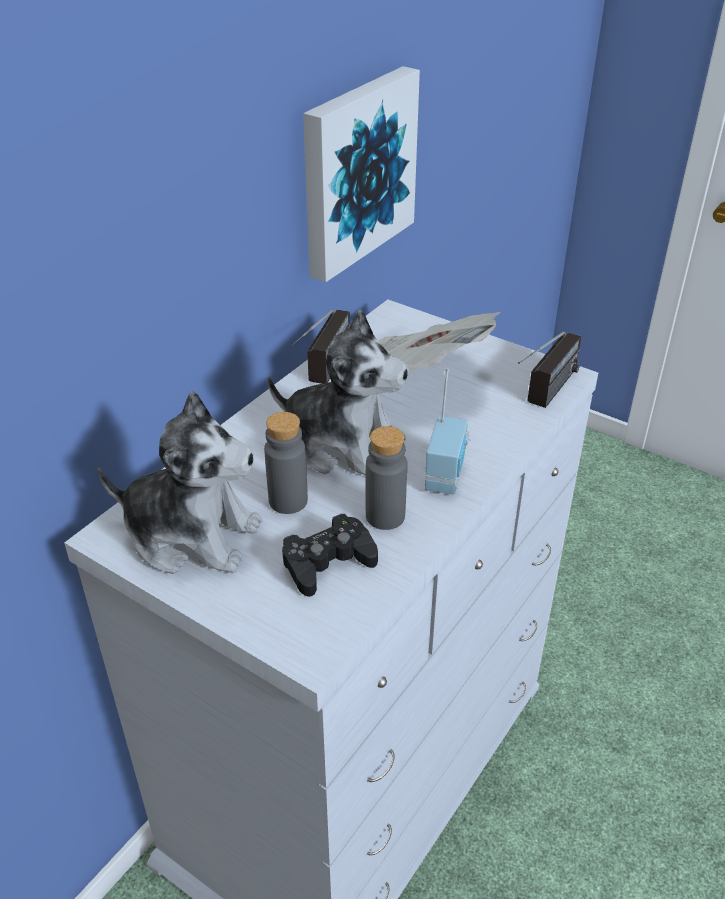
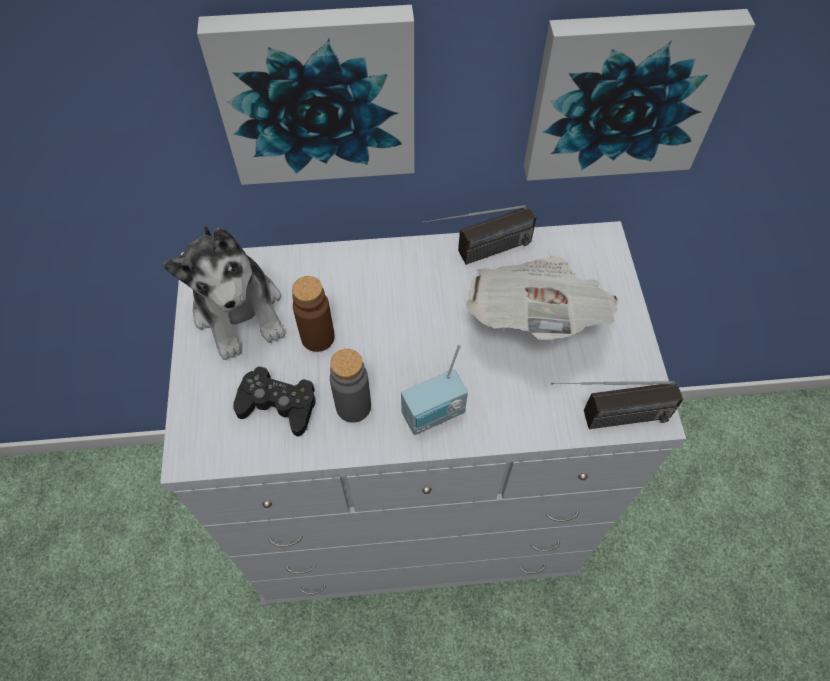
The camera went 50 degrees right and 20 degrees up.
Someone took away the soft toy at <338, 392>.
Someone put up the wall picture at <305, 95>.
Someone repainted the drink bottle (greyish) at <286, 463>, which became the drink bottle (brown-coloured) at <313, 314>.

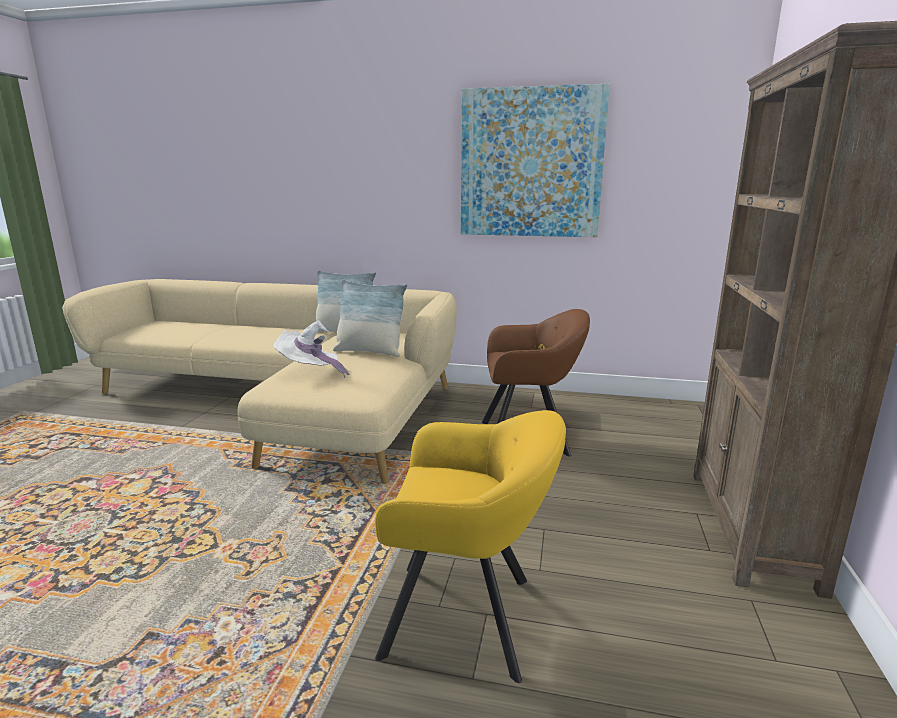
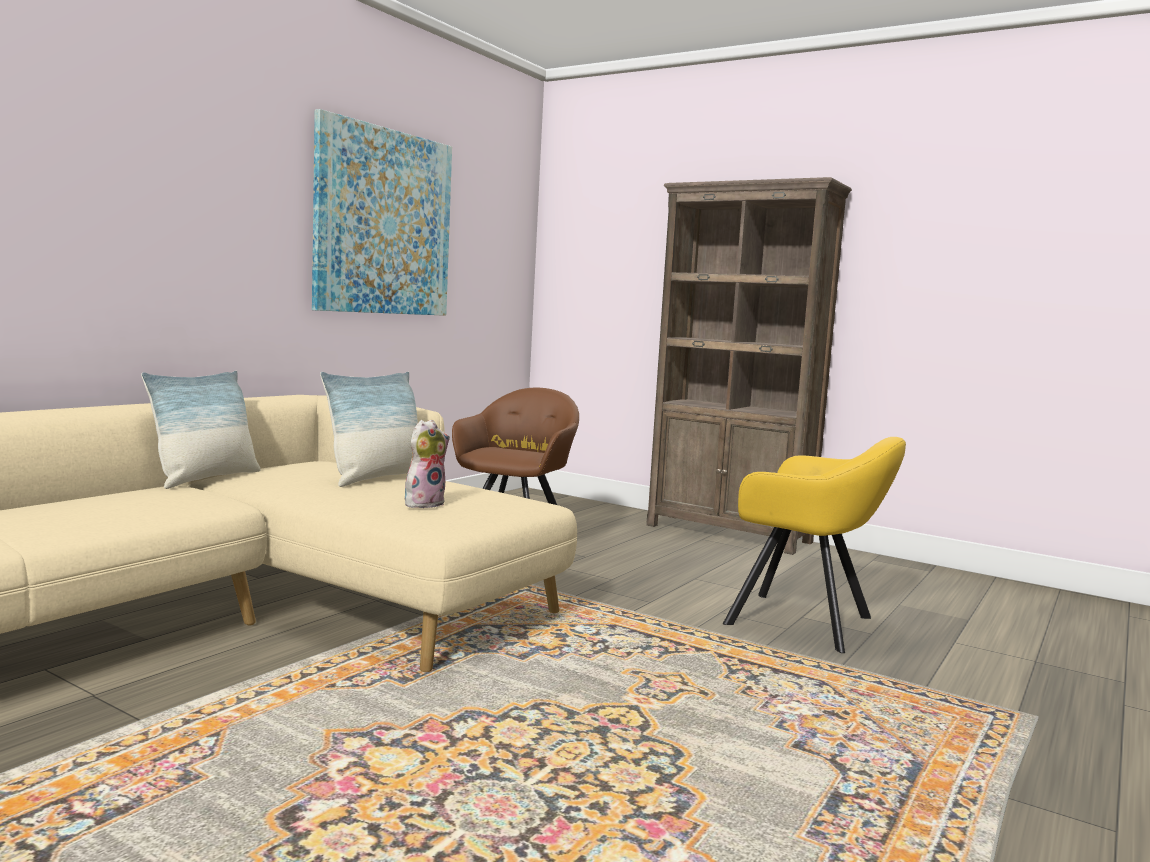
The camera went 70 degrees left and 10 degrees down.
Someone swapped the wearable hat (white) at <311, 349> for the soft toy at <427, 464>.
Someone rotated the lounge chair (yellow-coloured) at <470, 546> by 90 degrees clockwise.

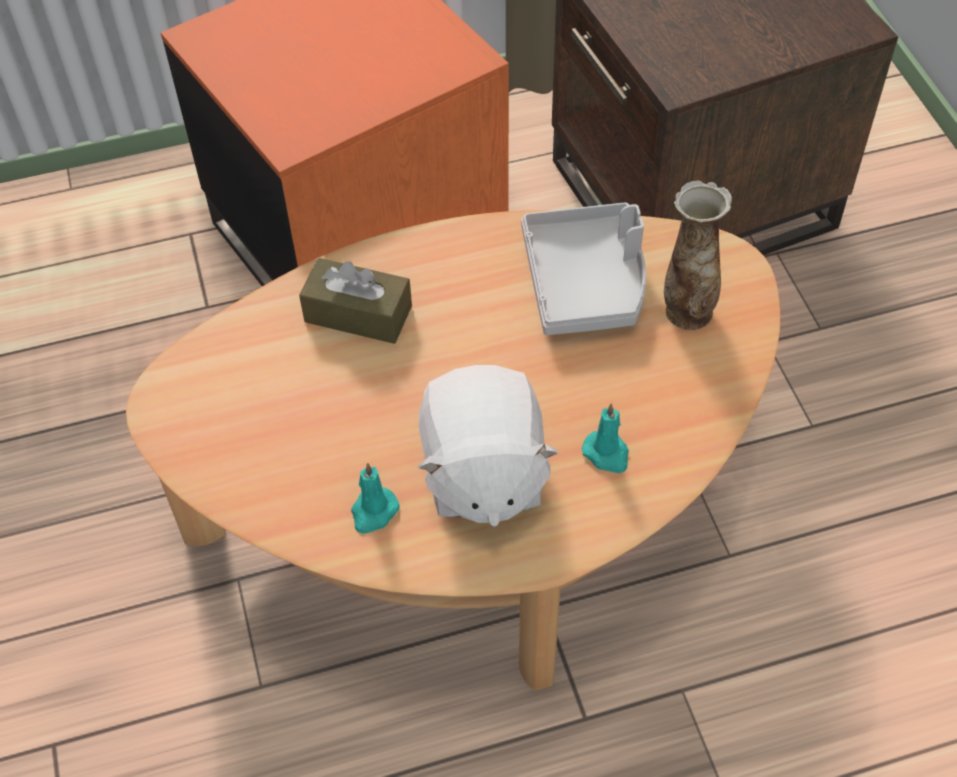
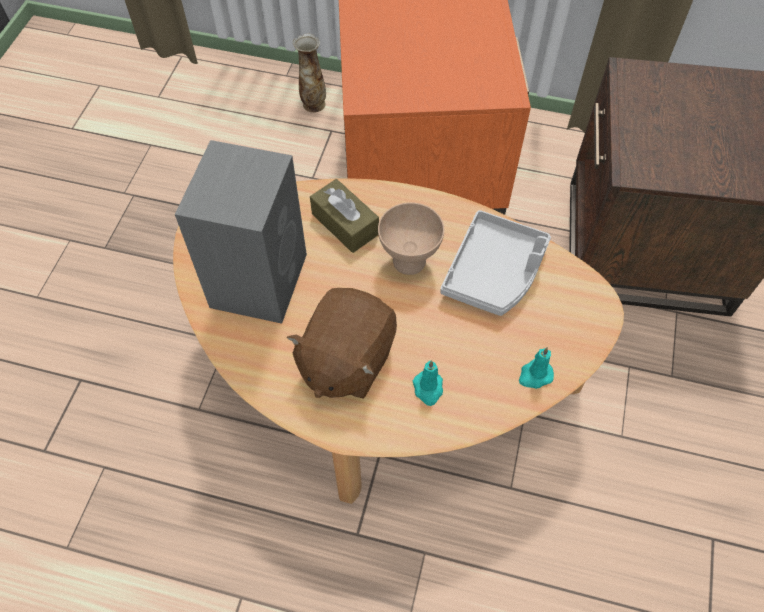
The camera went 30 degrees right and 5 degrees up.
Someone put down the loudspeaker (greyish) at <241, 232>.
Someone put down the serving bowl (sand-coloured) at <411, 238>.
Someone carried the candle (turquoise) from <375, 498> to <536, 368>.
Someone carried the vase from <698, 255> to <309, 73>.
Someone repainted the soft toy (white) at <488, 446>, which became the soft toy (brown-coloured) at <342, 343>.

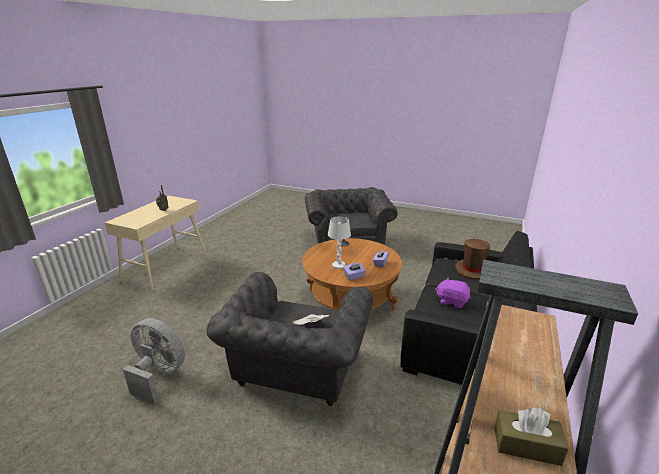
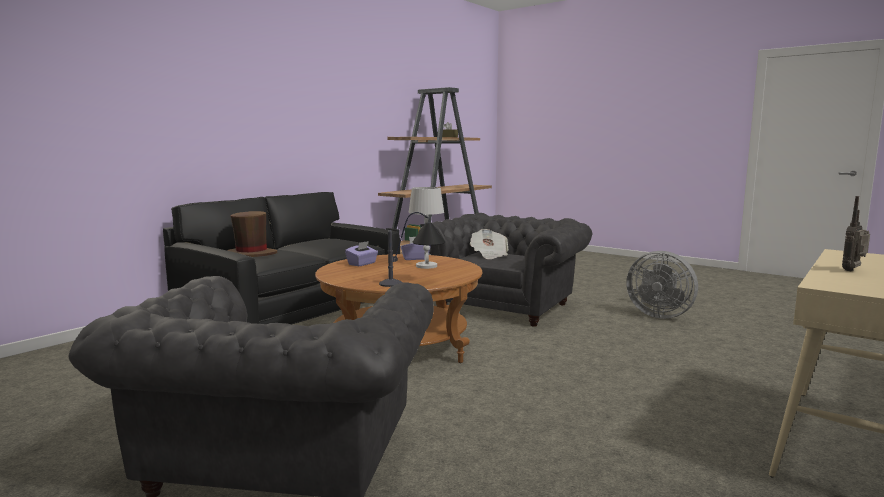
The camera went 165 degrees left and 15 degrees down.
Someone took away the soft toy (purple-coloured) at <453, 293>.

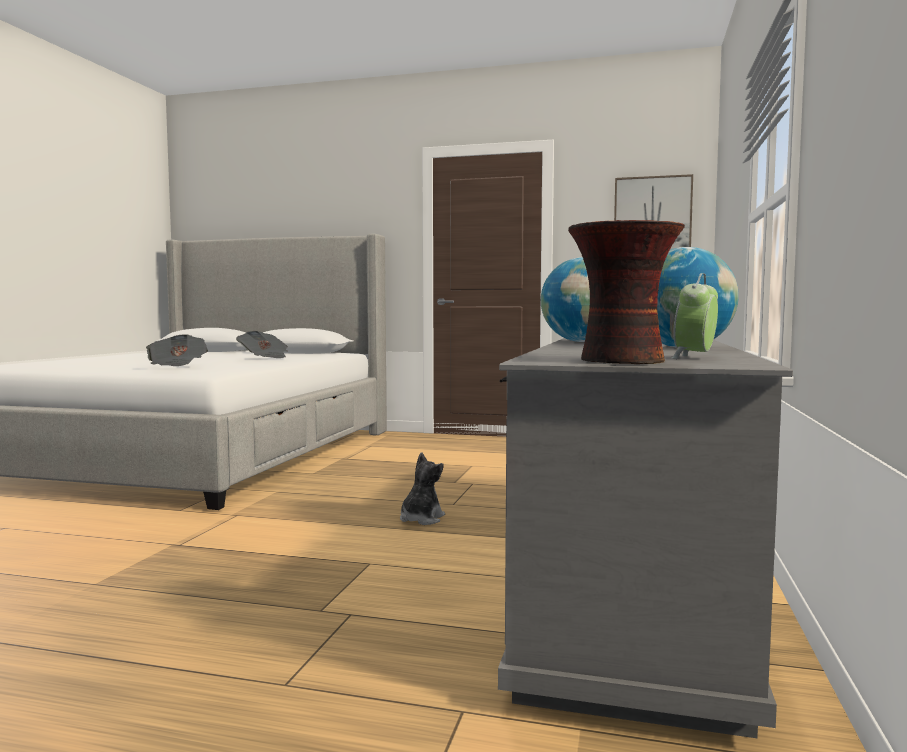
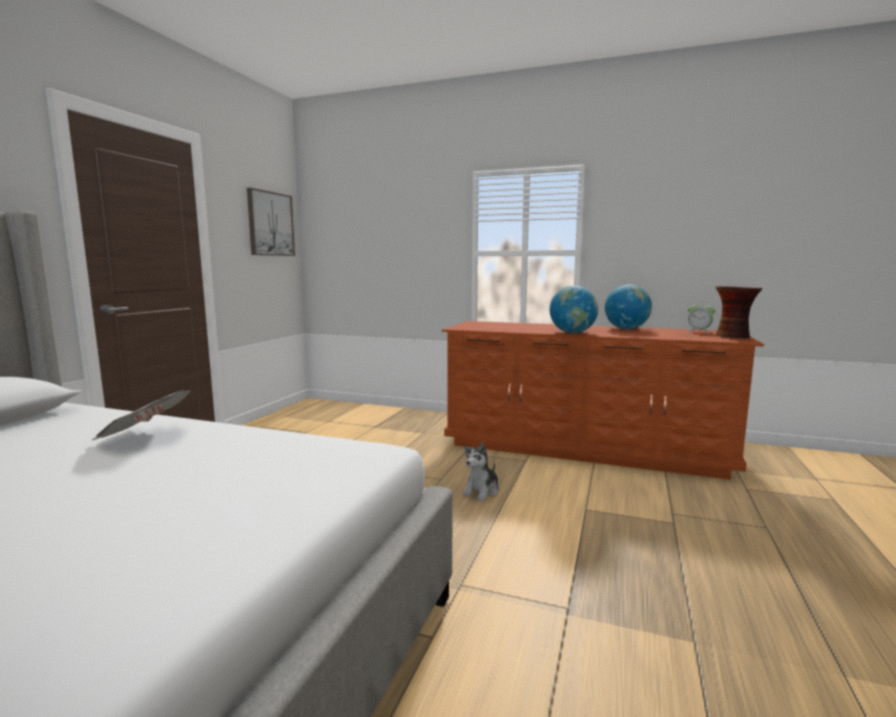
The camera went 85 degrees left and 5 degrees up.
Someone took away the newspaper at <177, 350>.
Someone repainted the dresser (greyish) at <645, 538>, which became the dresser (brown-coloured) at <602, 400>.
Someone rotated the soft toy at <422, 488> by 90 degrees counterclockwise.

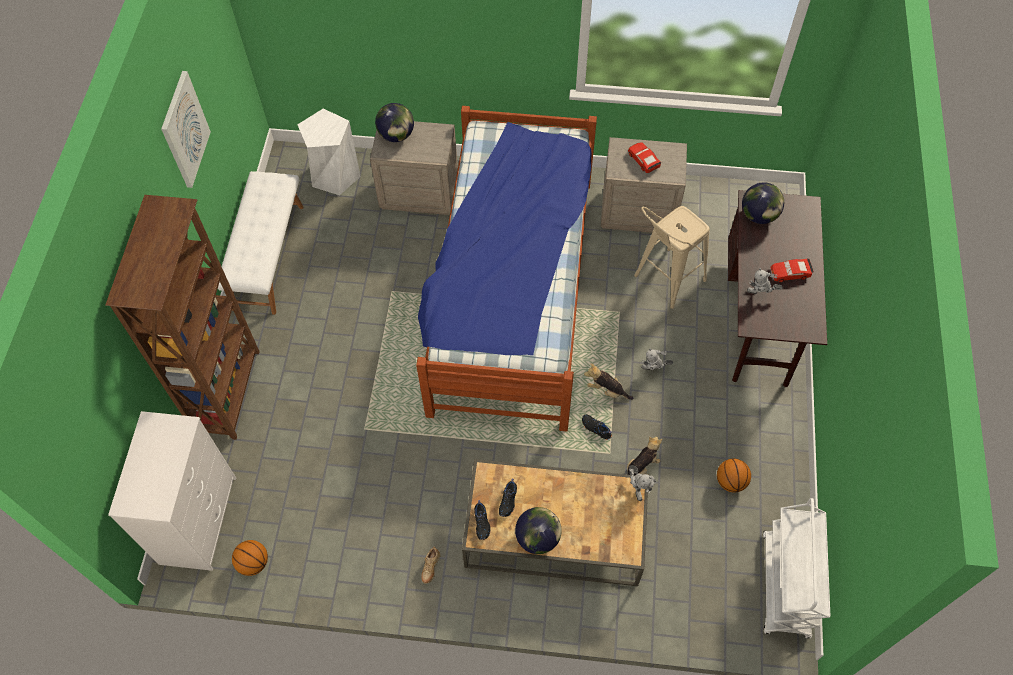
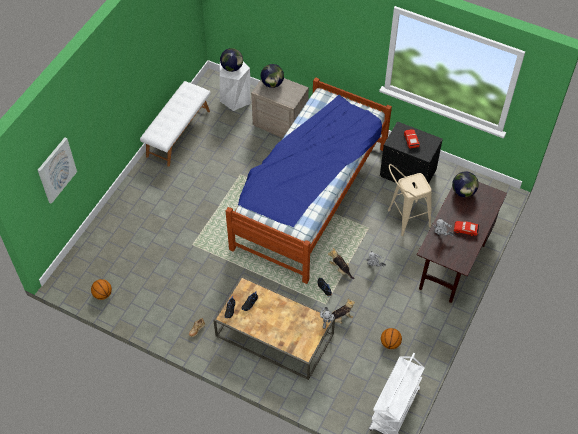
The camera went 20 degrees right and 5 degrees down.
Someone took away the bookshelf (brown-coloured) at <182, 317>.
Someone took away the dresser (white) at <172, 491>.
Someone carried the wall picture from <186, 129> to <57, 171>.
Someone carried the desk globe from <538, 530> to <231, 60>.
Someone repainted the night table (sand-coloured) at <644, 185>, which became the night table (blackish) at <411, 154>.

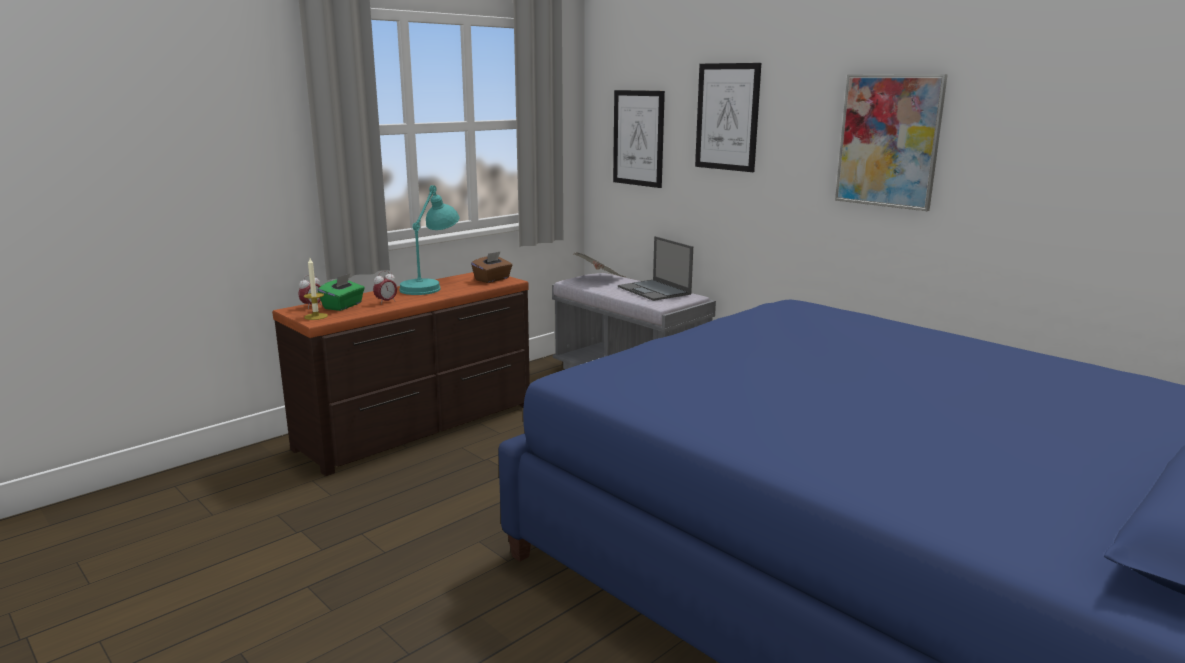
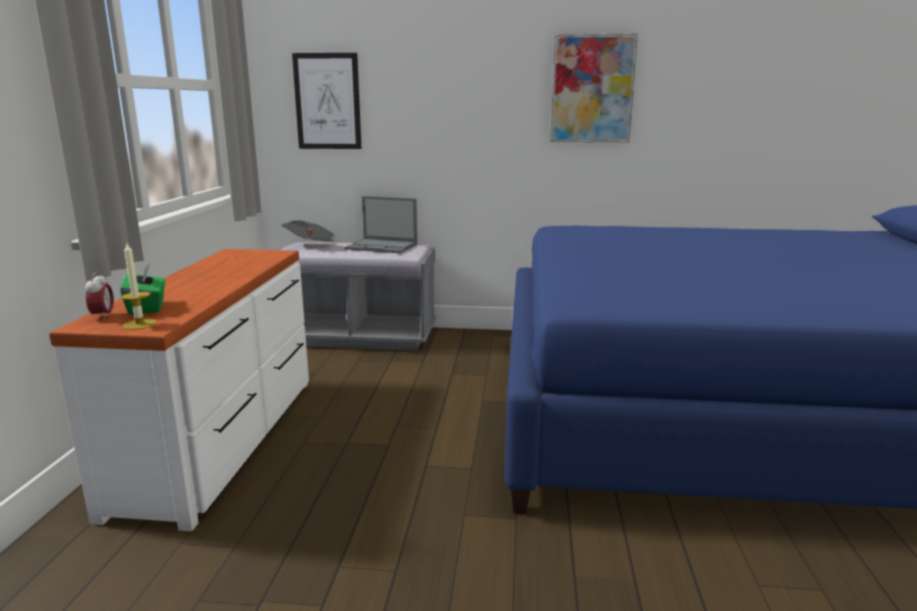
The camera went 40 degrees left and 0 degrees up.
Someone took away the bedside clock at <385, 287>.
Someone took away the lamp for a table (turquoise) at <429, 240>.
Someone took away the tissue box (brown-coloured) at <491, 267>.
Someone took away the wall picture at <728, 117>.
Someone repainted the dresser (brown-coloured) at <401, 374>, which became the dresser (white) at <179, 390>.

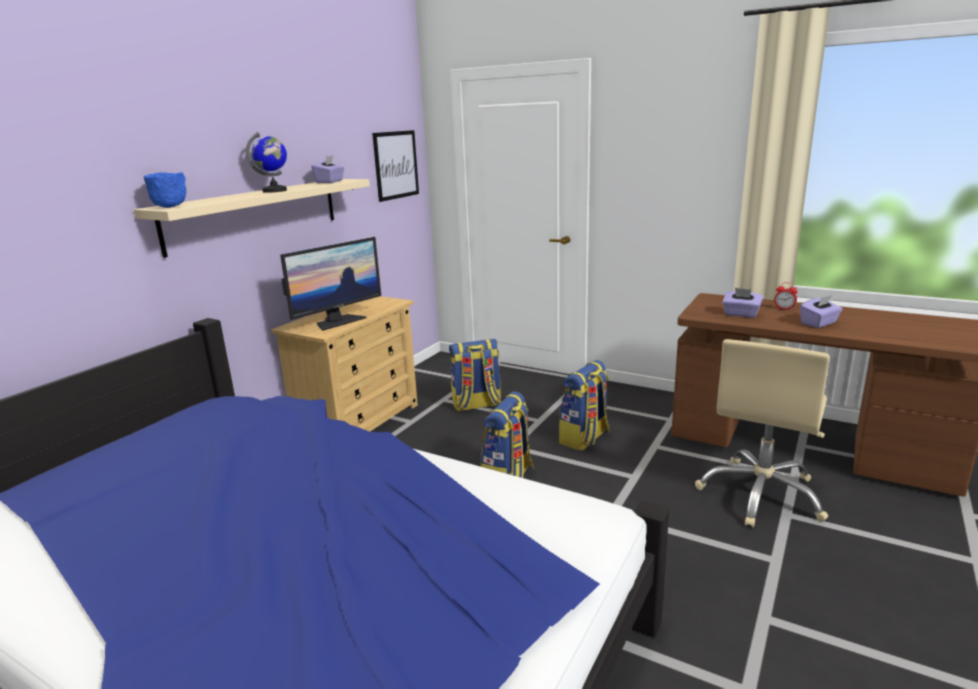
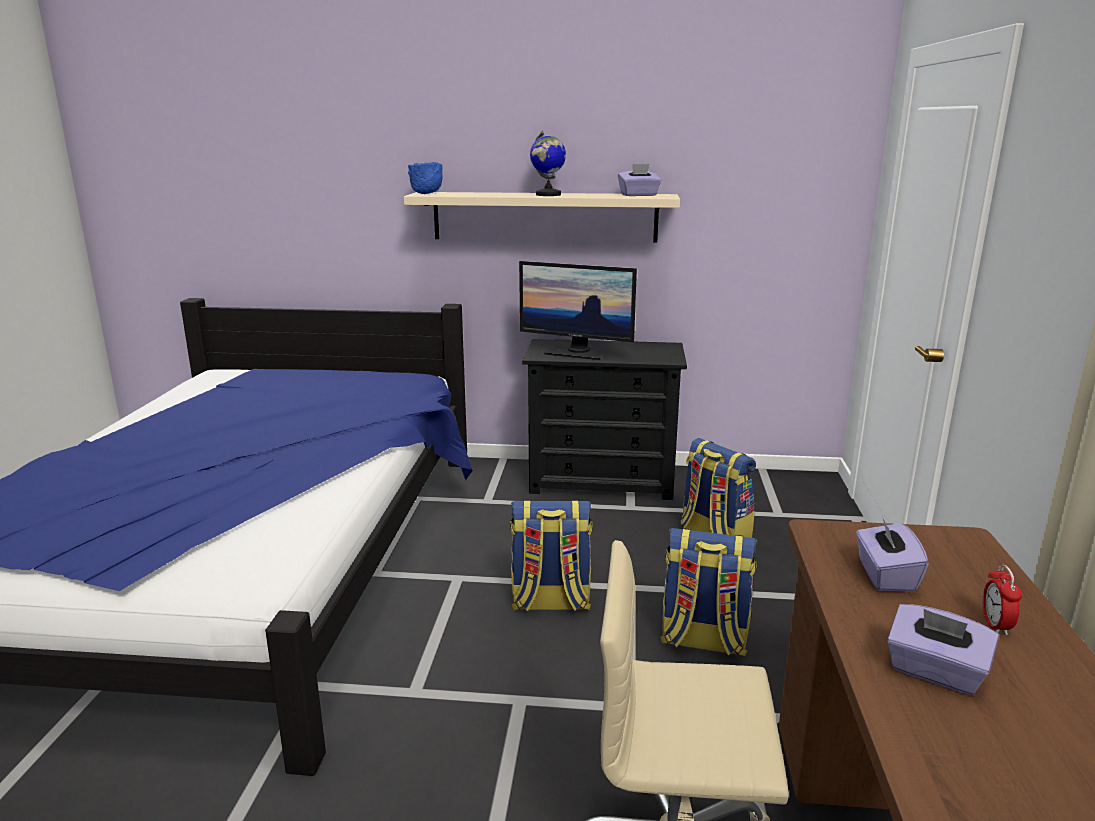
The camera went 65 degrees right and 0 degrees up.
Someone took away the wall picture at <395, 166>.
Someone repainted the dresser (sand-coloured) at <344, 364>, which became the dresser (blackish) at <604, 419>.

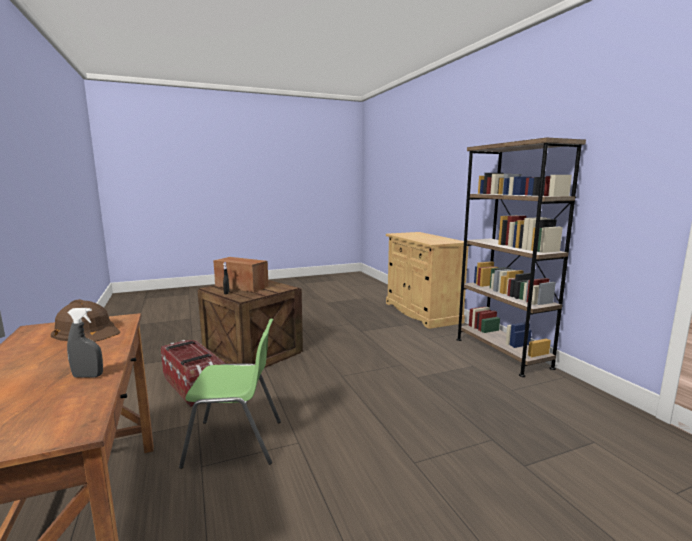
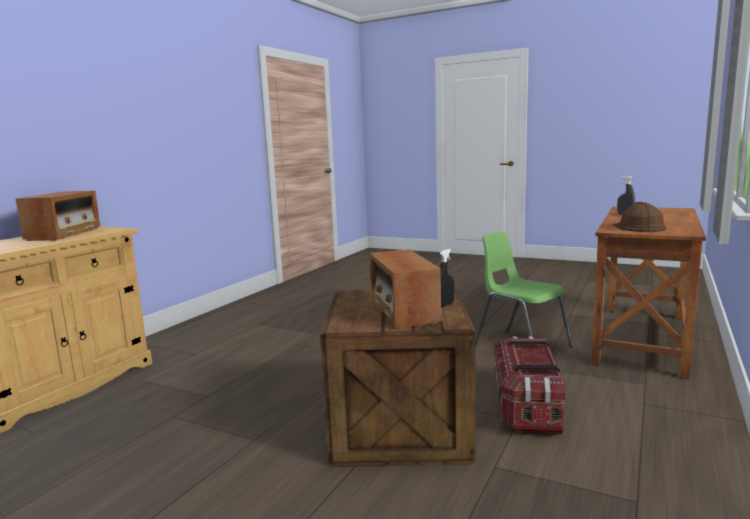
The camera went 130 degrees left and 0 degrees up.
Someone took away the bookshelf (brown-coloured) at <521, 257>.
Someone put down the radio receiver at <58, 216>.

